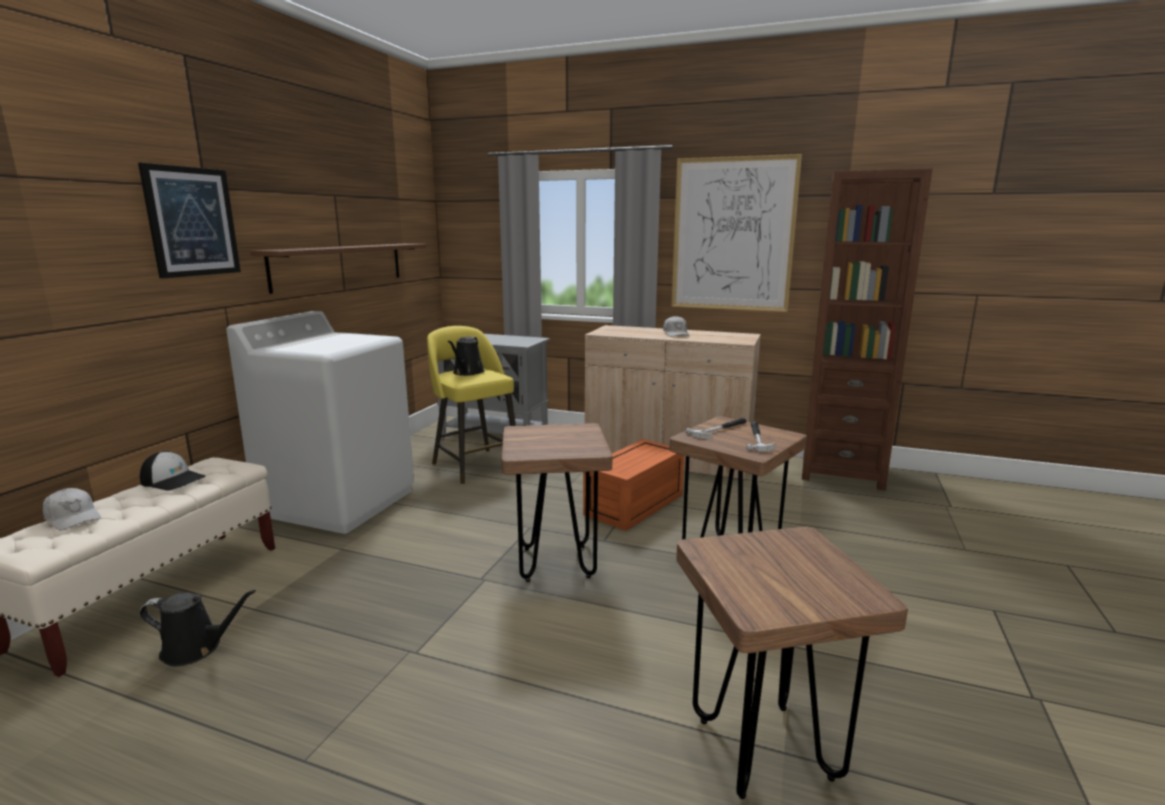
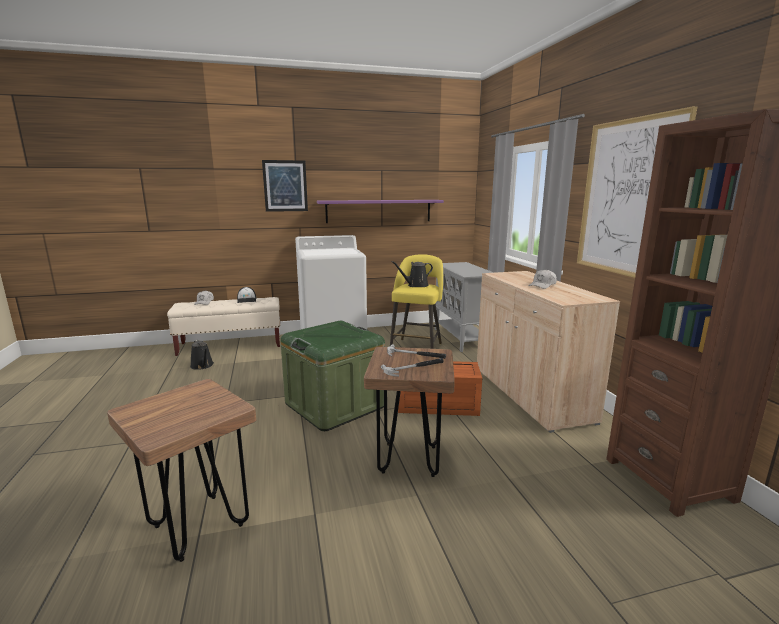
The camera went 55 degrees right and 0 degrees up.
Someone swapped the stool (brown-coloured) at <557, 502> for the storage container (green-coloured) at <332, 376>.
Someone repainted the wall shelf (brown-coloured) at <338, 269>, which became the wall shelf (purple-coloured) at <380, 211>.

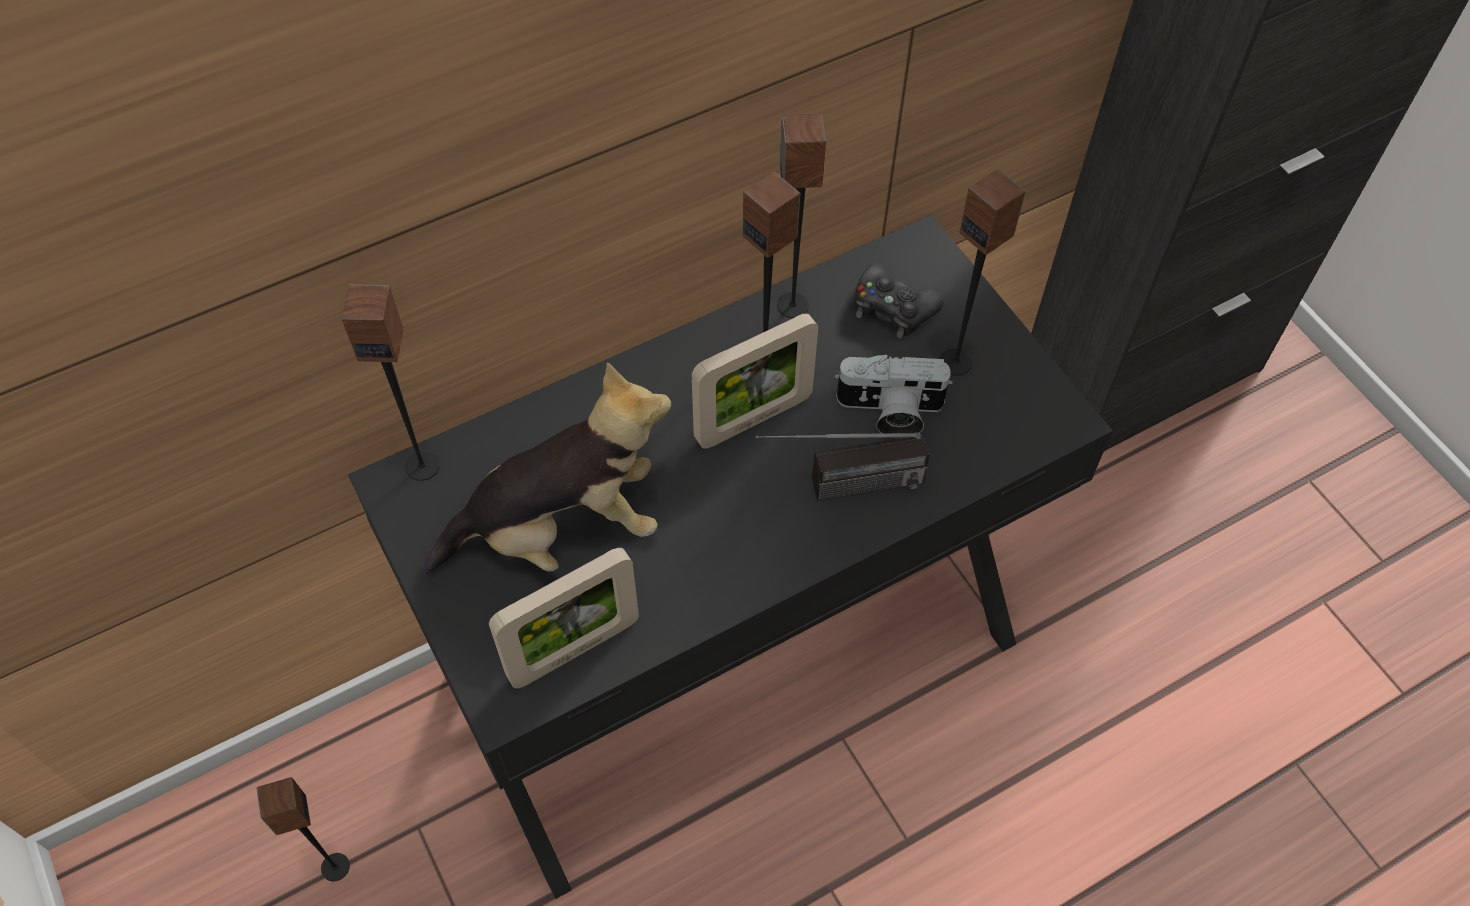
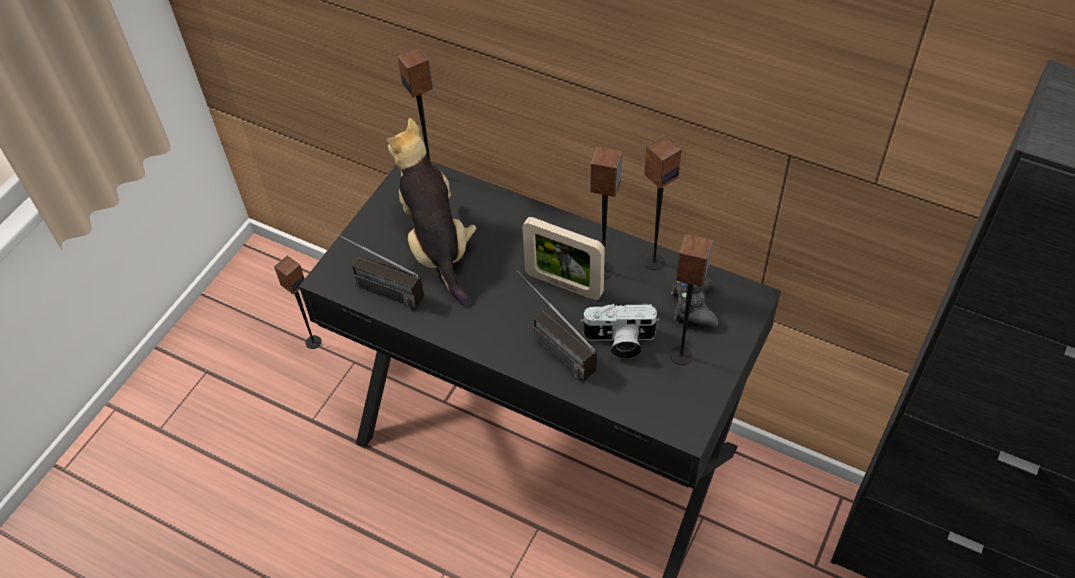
The camera went 60 degrees right and 5 degrees down.
Someone swapped the standing frame at <564, 618> for the radio receiver at <373, 267>.
Someone rotated the soft toy at <547, 468> by 150 degrees counterclockwise.
Someone rotated the photo camera at <894, 396> by 60 degrees counterclockwise.

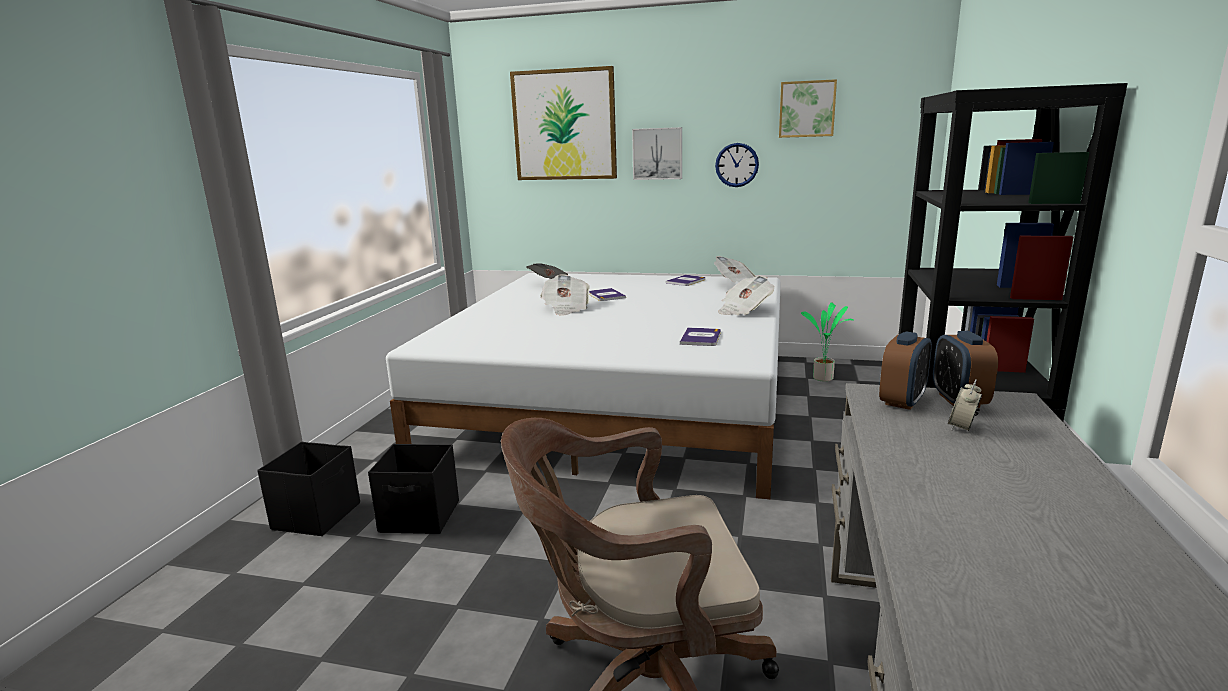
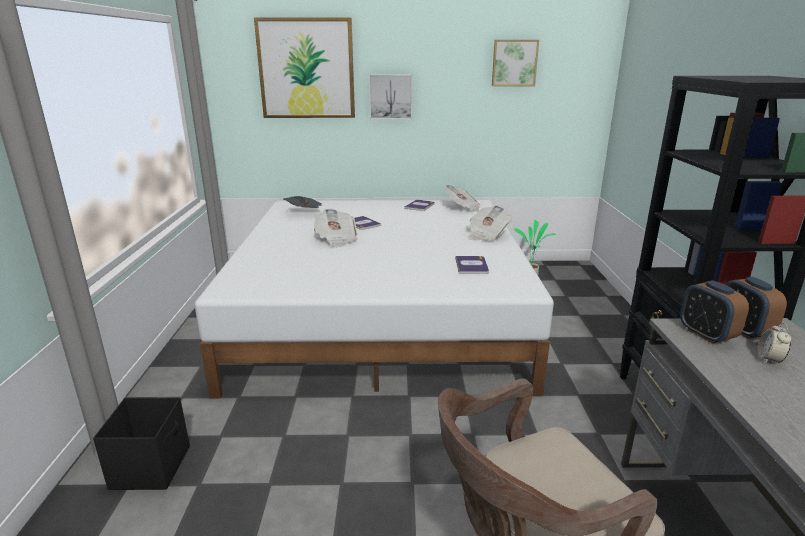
The camera went 15 degrees left and 5 degrees up.
Someone took away the storage container (blackish) at <413, 489>.
Someone took away the wall clock at <737, 165>.
Someone rotated the bedside clock at <905, 371> by 135 degrees clockwise.

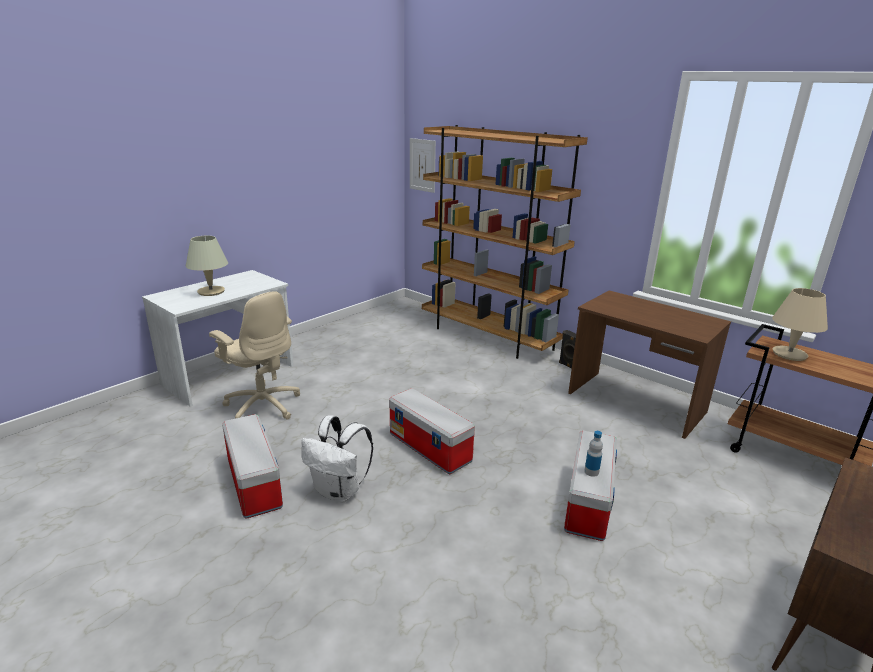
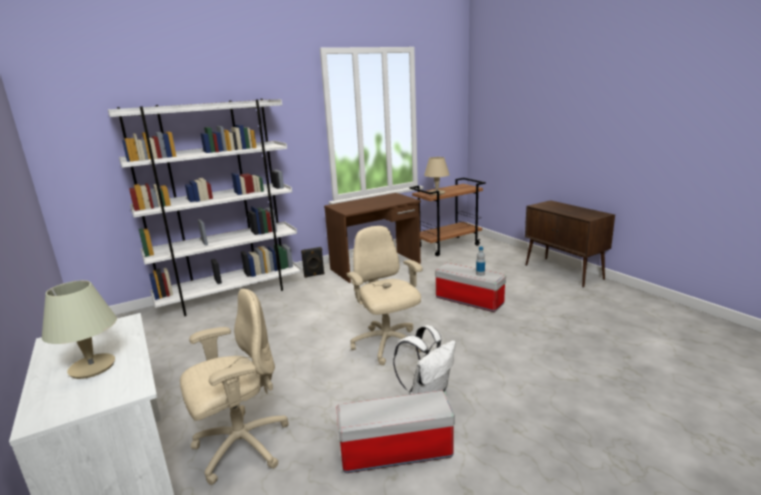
The camera went 70 degrees left and 5 degrees down.
Someone took away the wall picture at <423, 165>.
Someone swapped the storage container at <432, 431> for the office chair (sand-coloured) at <384, 295>.
Someone repainted the bookshelf (brown-coloured) at <505, 242>, which became the bookshelf (white) at <205, 207>.

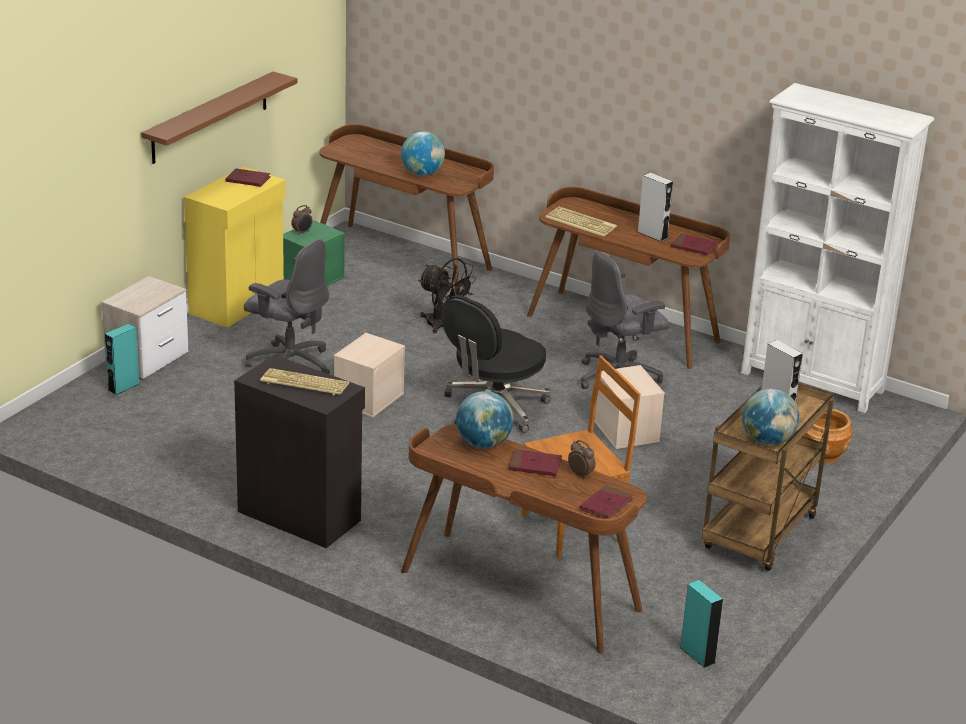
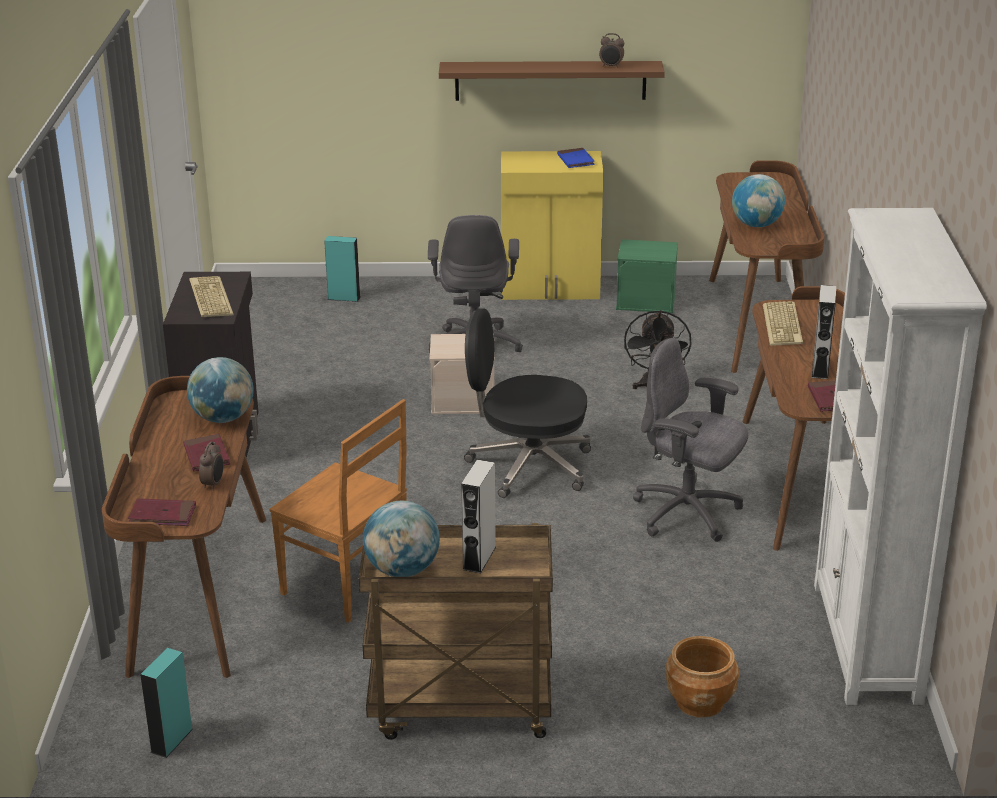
The camera went 60 degrees right and 0 degrees up.
Someone took away the night table at <144, 328>.
Someone took away the storage container (sand-coloured) at <629, 407>.
Someone carried the bedside clock from <301, 220> to <611, 50>.
Someone repainted the bound book (reddish) at <248, 177>, which became the bound book (bluish) at <576, 158>.

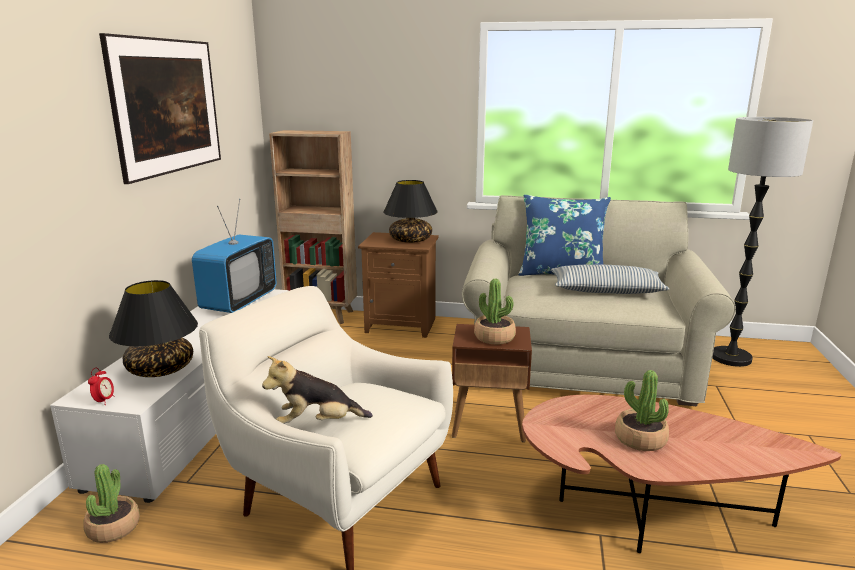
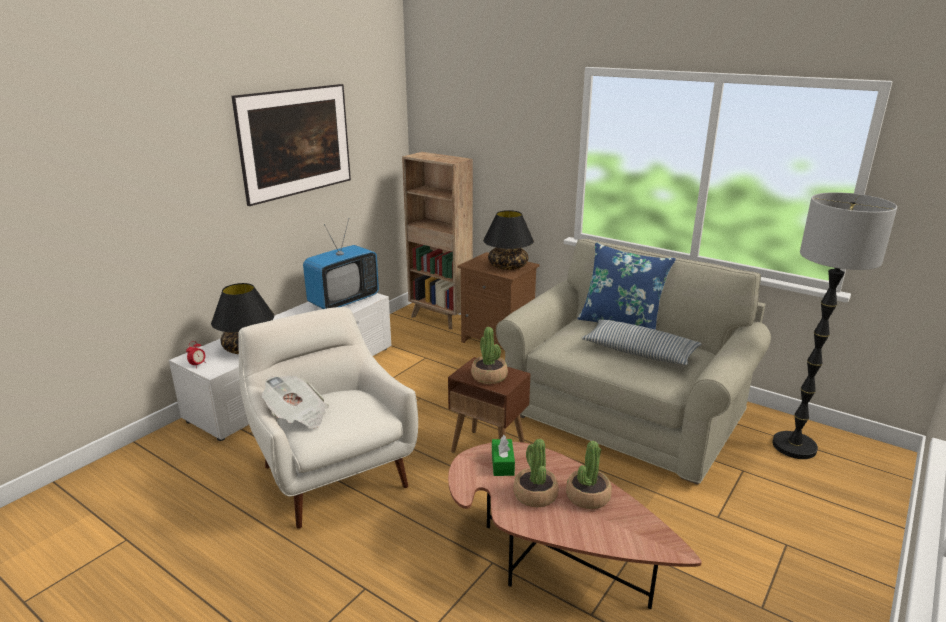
The camera went 25 degrees right and 5 degrees up.
Someone put down the tissue box (green-coloured) at <503, 455>.
Someone carried the houseplant from <111, 503> to <589, 475>.
Someone swapped the soft toy at <317, 390> for the newspaper at <295, 401>.

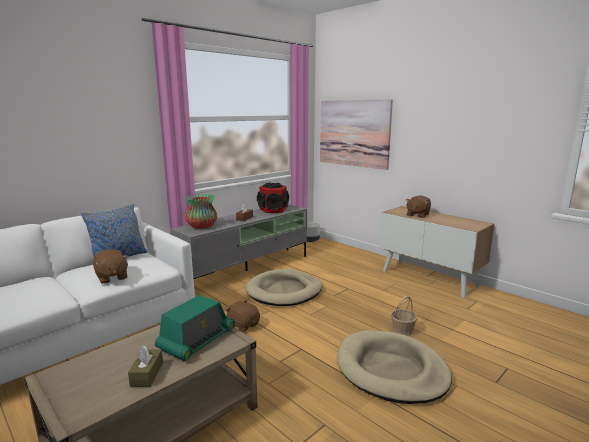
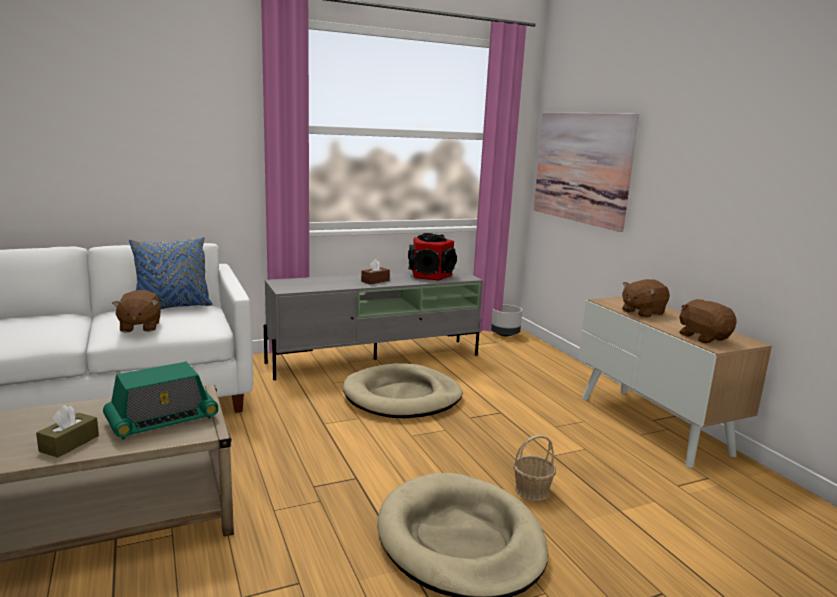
The camera went 20 degrees right and 0 degrees up.
Someone took away the vase at <201, 211>.
Someone carried the soft toy (brown-coloured) from <242, 316> to <708, 321>.

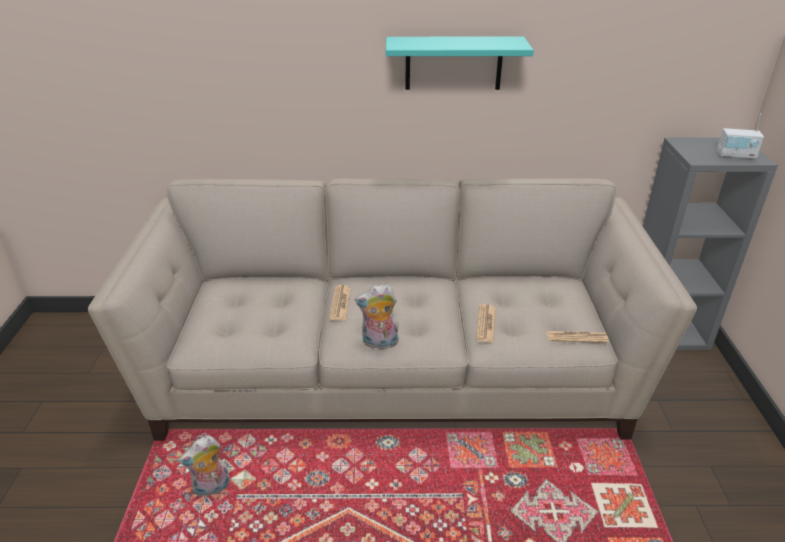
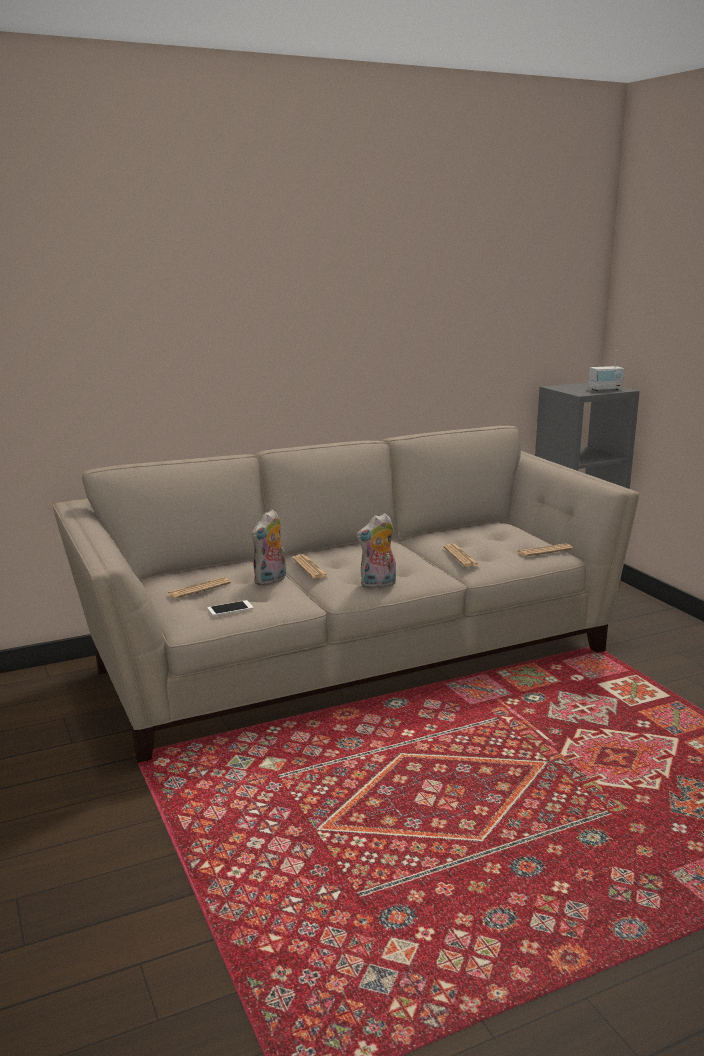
The camera went 25 degrees left and 15 degrees down.
Someone took away the wall shelf (turquoise) at <460, 63>.
Someone put down the newspaper at <199, 588>.
Someone put down the phone at <230, 608>.
Someone carried the soft toy from <204, 466> to <269, 547>.

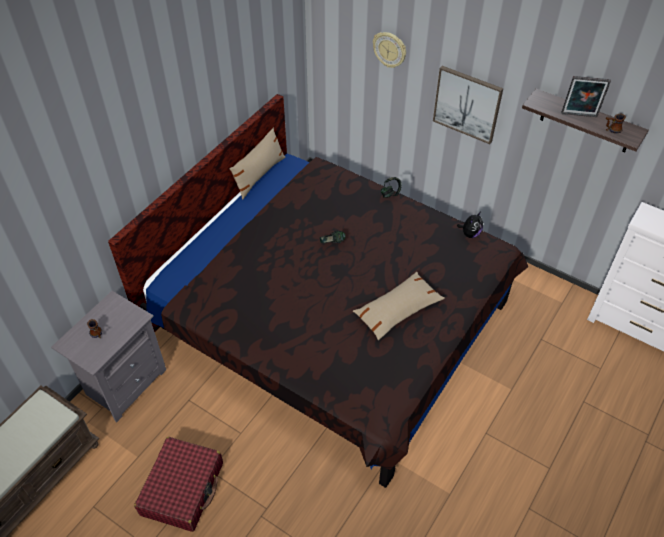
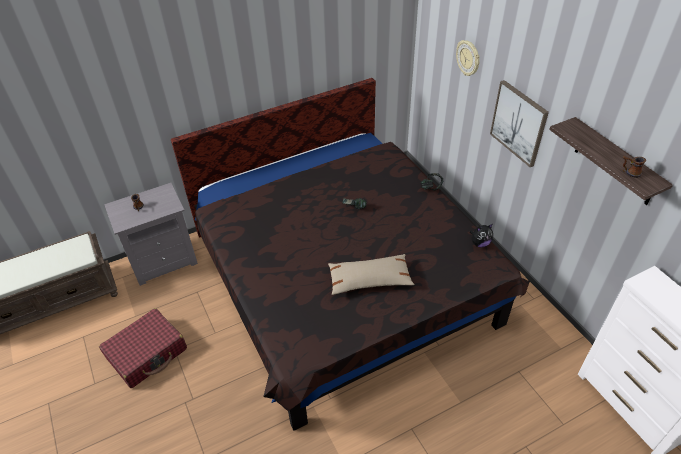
The camera went 30 degrees right and 5 degrees down.
Someone took away the throw pillow (sand-coloured) at <257, 164>.
Someone took away the standing frame at <586, 96>.

